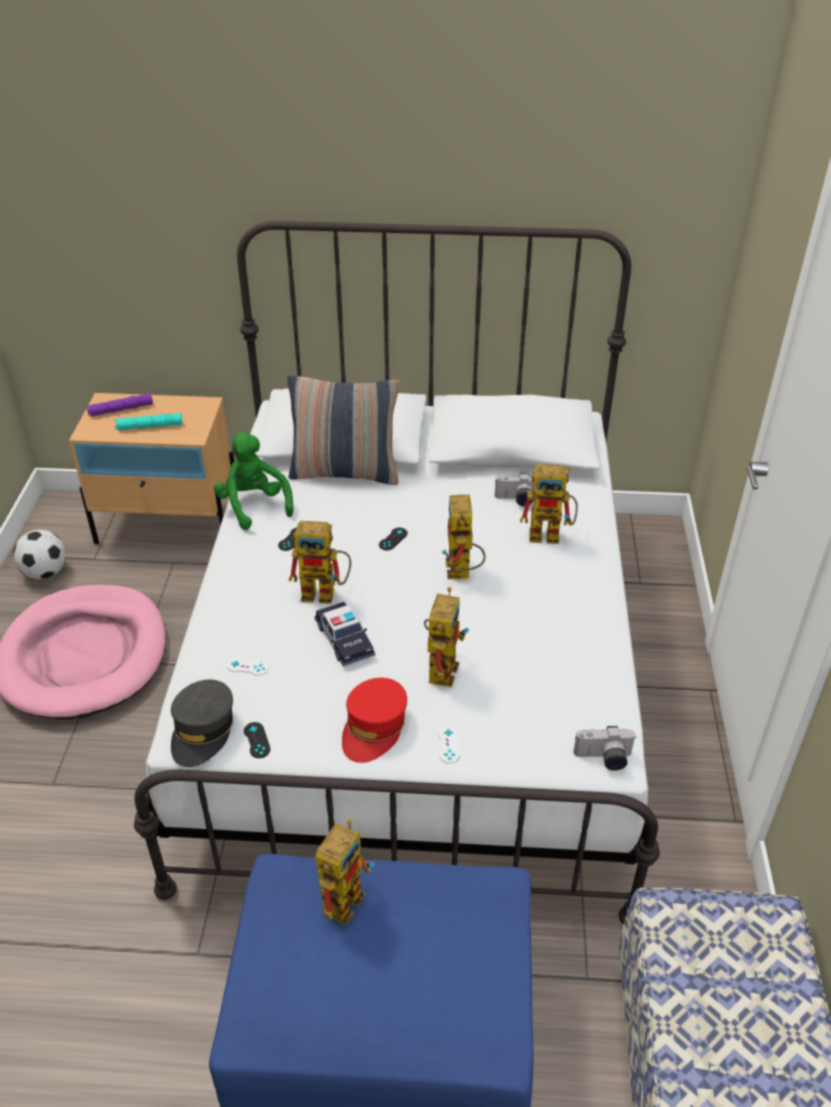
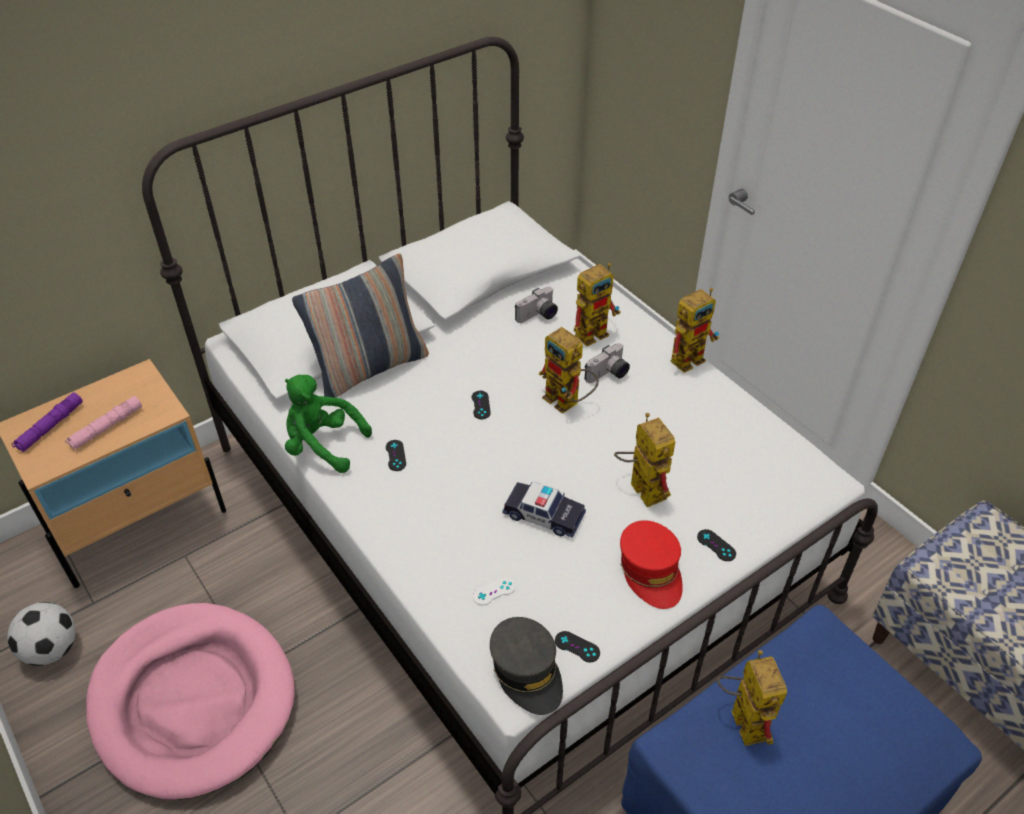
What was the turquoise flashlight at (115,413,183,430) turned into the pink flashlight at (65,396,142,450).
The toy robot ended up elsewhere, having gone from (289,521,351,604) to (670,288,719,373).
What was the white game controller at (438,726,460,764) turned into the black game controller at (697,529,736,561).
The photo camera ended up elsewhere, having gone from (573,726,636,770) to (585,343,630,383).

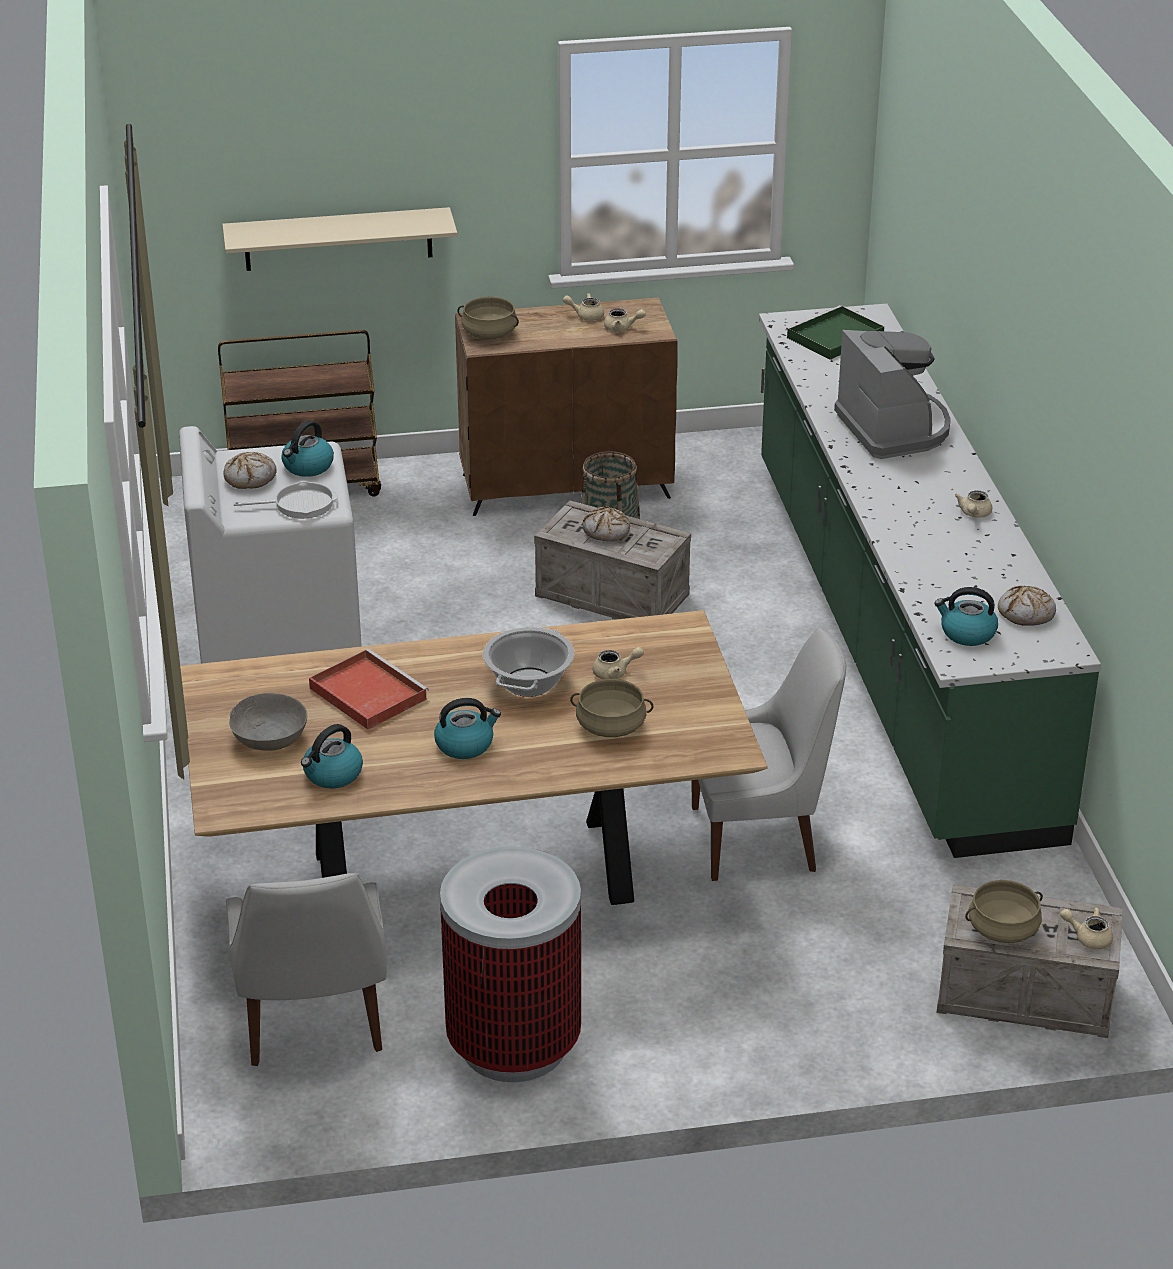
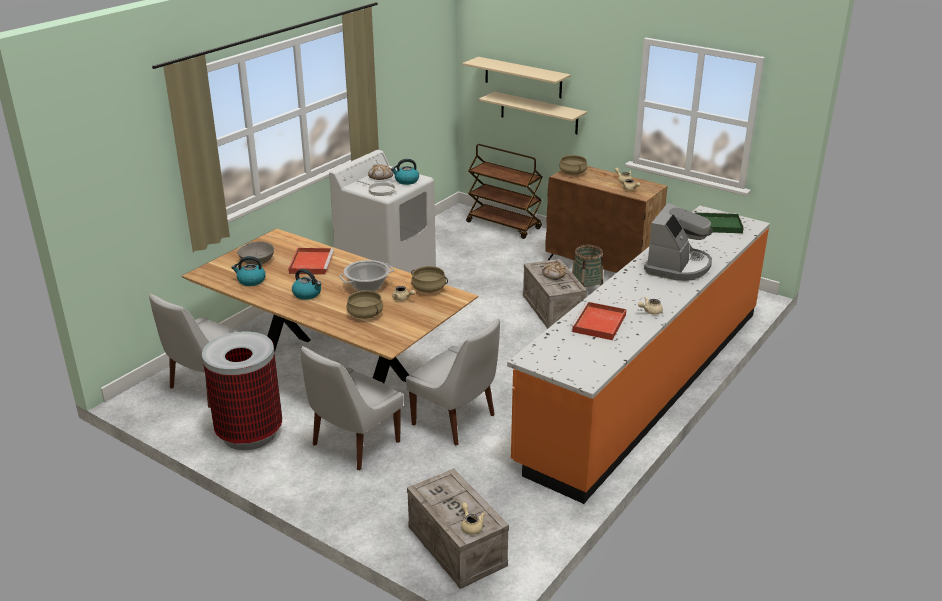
What was the green counter at (759,304,1101,858) turned into the orange counter at (507,206,770,504).
The second view lost the kettle at (934,587,998,646).
The beige cooking pot ended up elsewhere, having gone from (965,880,1043,943) to (411,266,448,293).
The second view lost the bread at (998,586,1056,626).
The second view gained the white chair at (301,346,404,470).
The second view gained the beige shelf at (462,57,571,98).
The second view gained the red tray at (571,302,626,340).

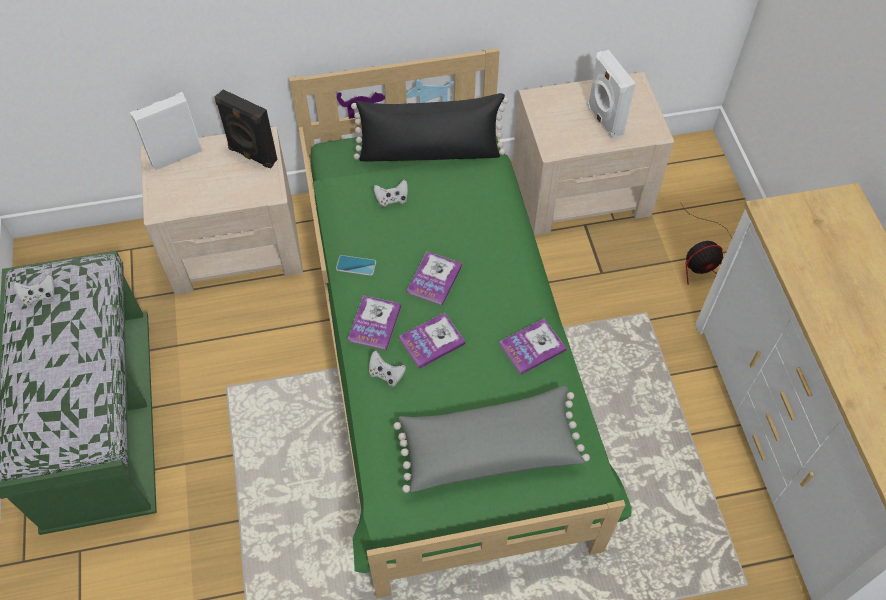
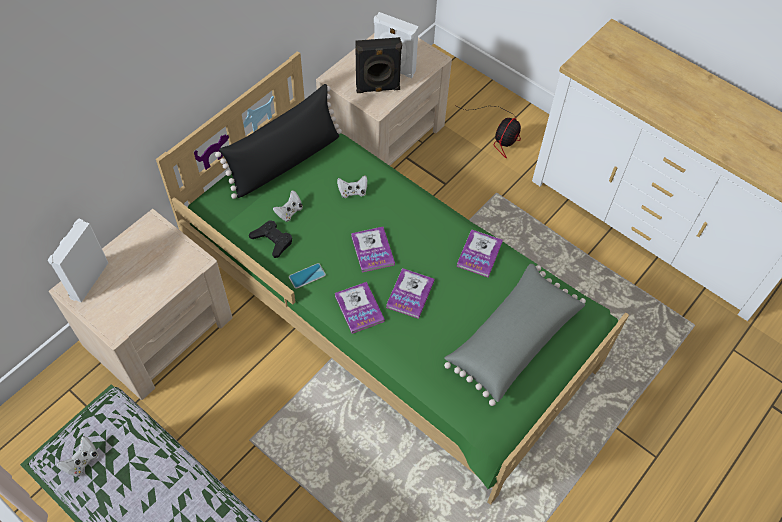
The black speaker ended up elsewhere, having gone from (215,90,278,168) to (355,37,402,93).
The white game controller ended up elsewhere, having gone from (369,350,406,387) to (337,176,367,198).
The second view gained the black game controller at (249,220,292,258).

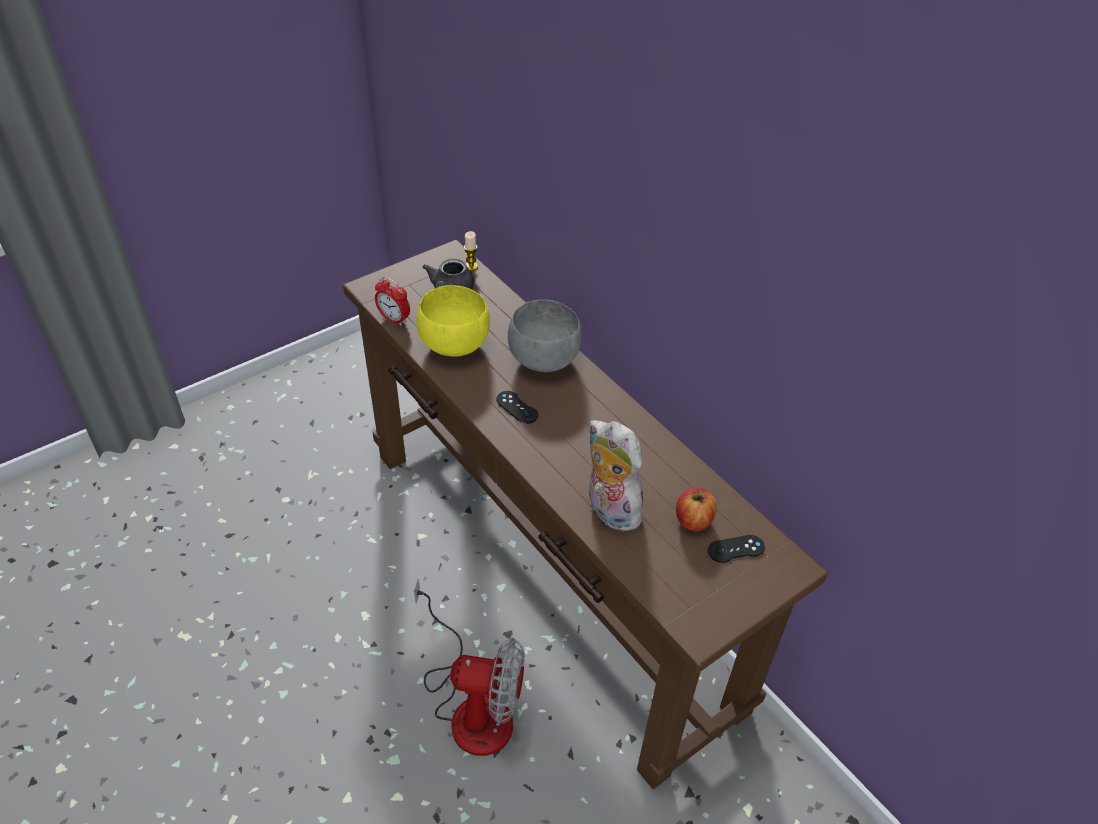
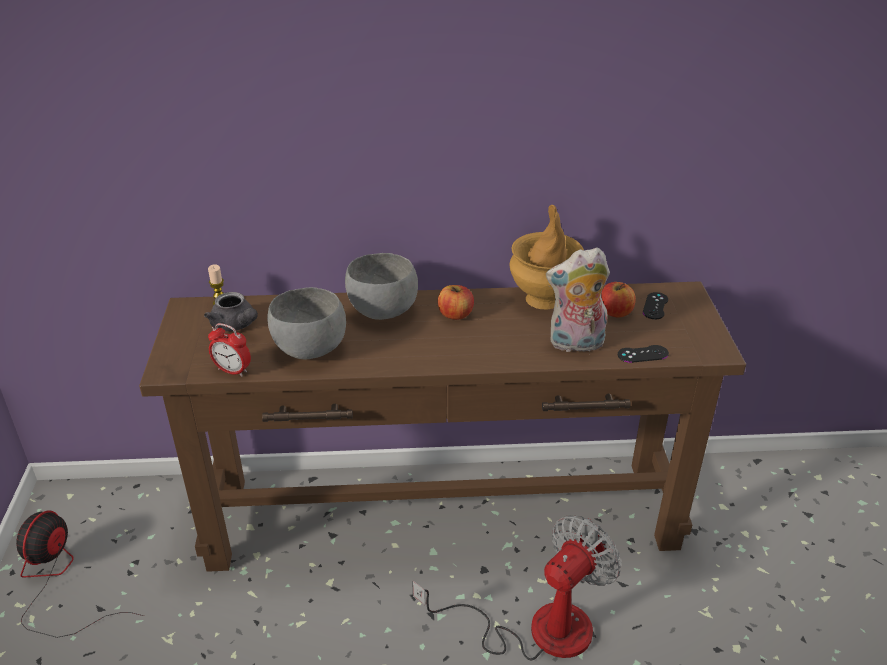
The alarm clock at (375,277,410,326) ended up facing another way, 45 degrees clockwise from before.
What was the yellow bowl at (416,285,490,357) turned into the grey bowl at (267,287,346,359).
The black game controller ended up elsewhere, having gone from (496,391,538,424) to (618,345,669,363).
The second view gained the fan at (16,510,144,638).
The second view gained the apple at (438,285,474,320).
The second view gained the brown vase at (509,205,584,310).

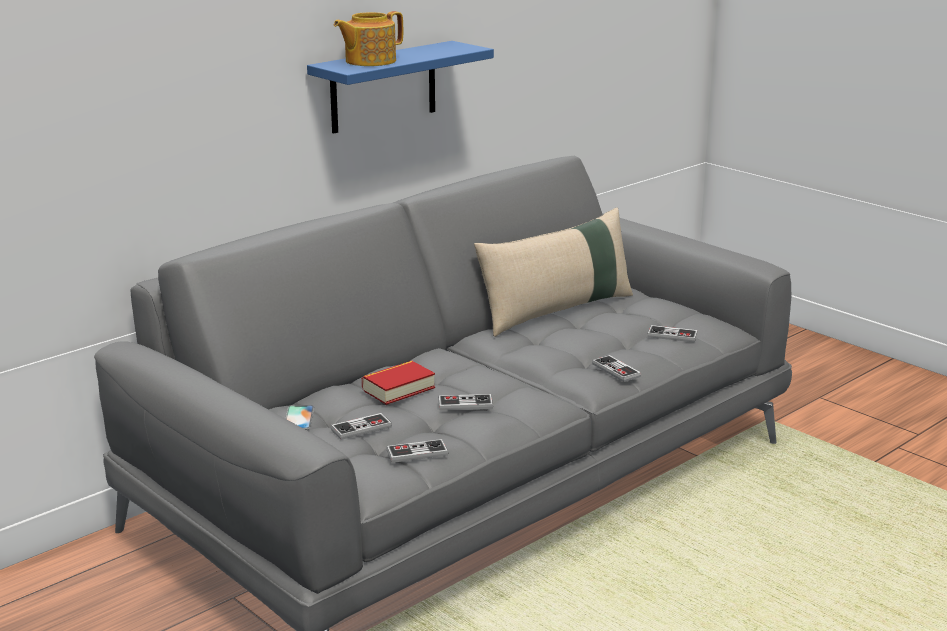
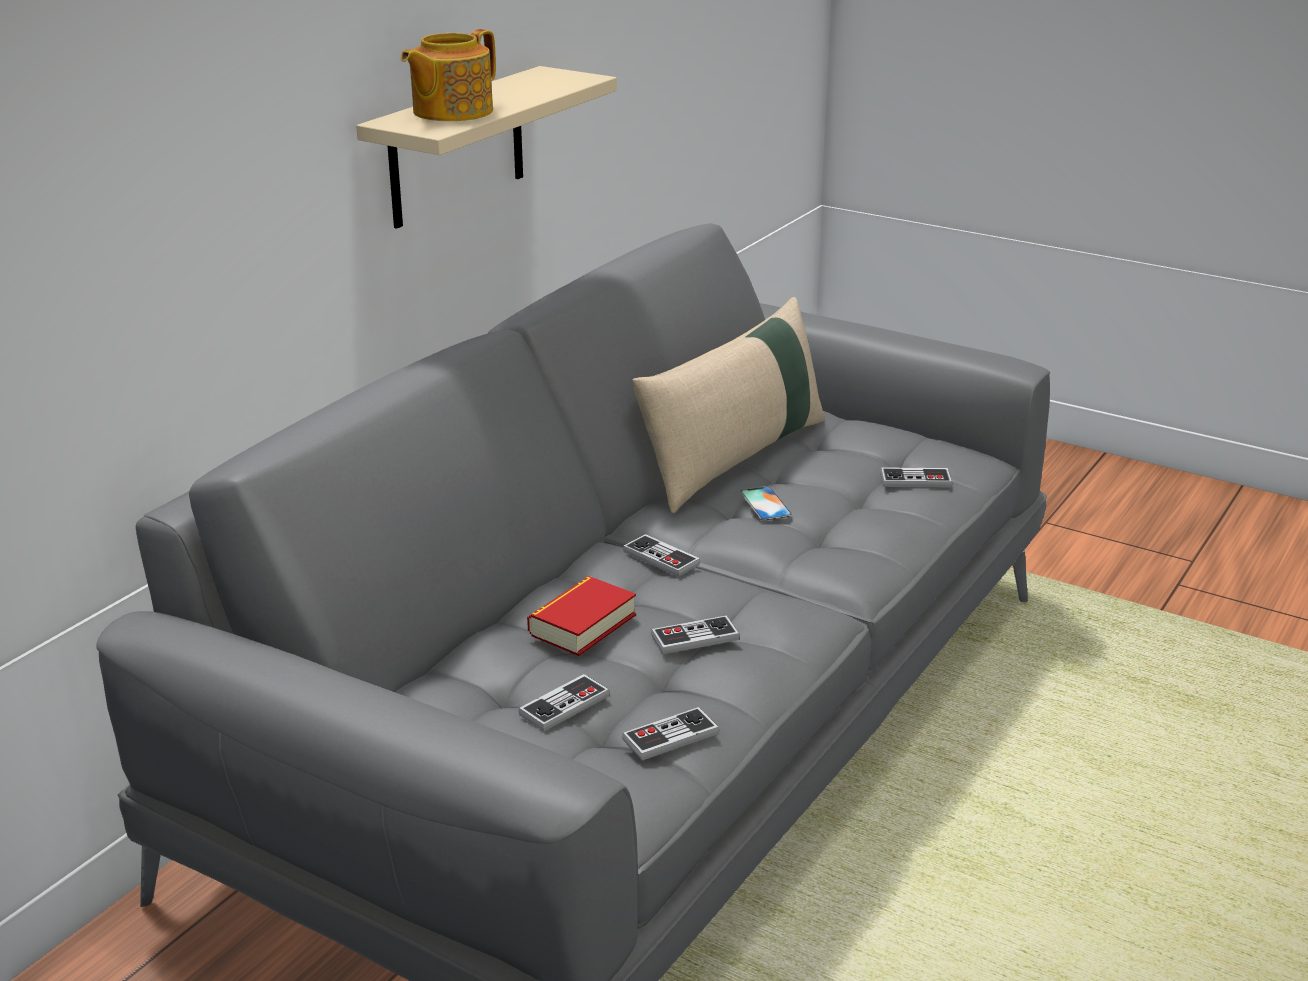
The phone ended up elsewhere, having gone from (285,405,314,430) to (740,486,792,520).
What was the blue shelf at (307,41,494,133) turned into the beige shelf at (356,66,617,229).
The game controller ended up elsewhere, having gone from (592,355,641,382) to (623,534,701,577).

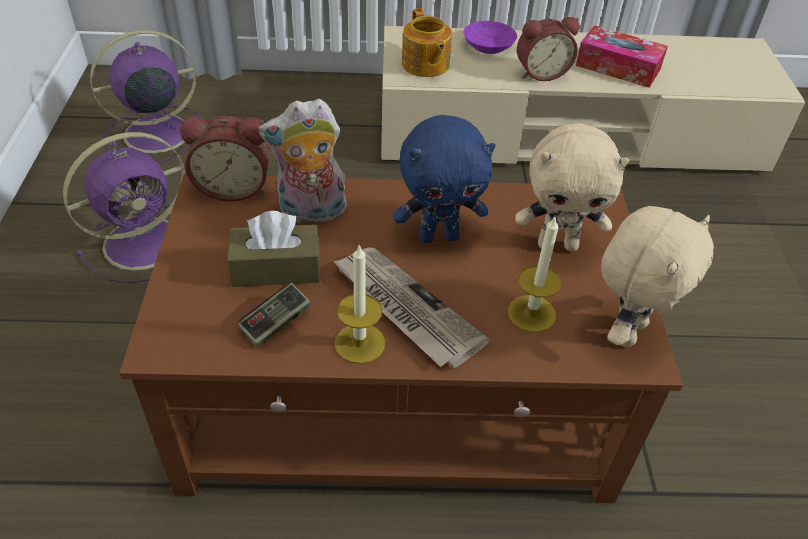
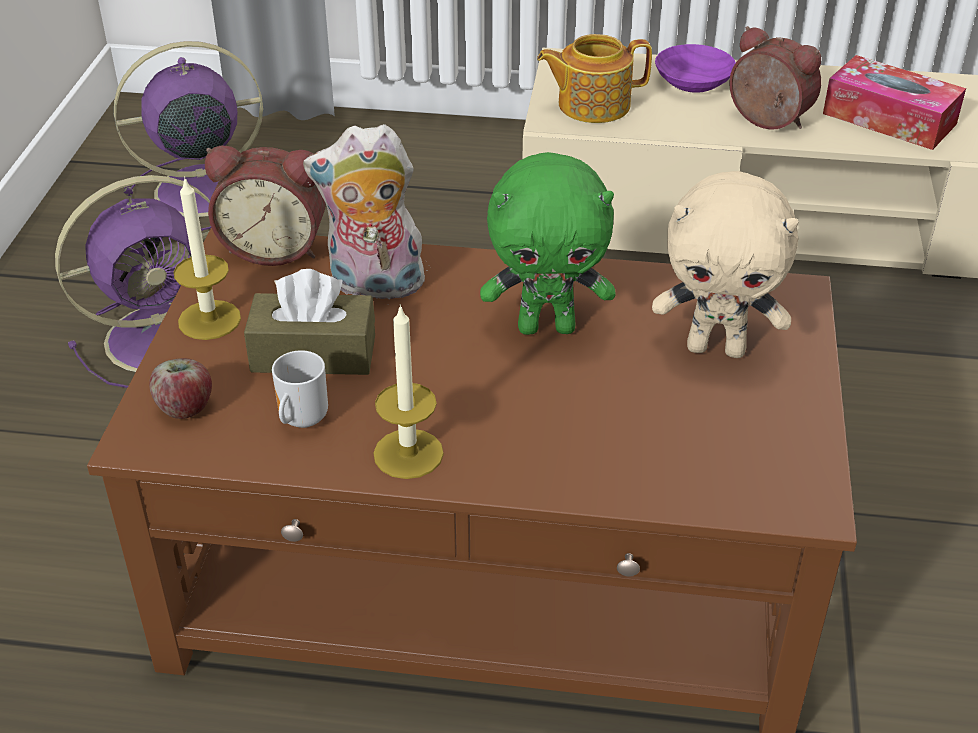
Where the game controller stood at (238,283,311,347), the mug came to stand at (272,350,328,428).
The second view lost the newspaper at (333,247,490,368).
What was the blue plush toy at (393,115,496,243) turned into the green plush toy at (480,152,616,335).
The teapot at (402,8,452,77) ended up facing another way, 90 degrees clockwise from before.
The candle ended up elsewhere, having gone from (508,215,561,332) to (174,176,241,340).
The alarm clock at (517,17,579,81) ended up facing another way, 135 degrees counterclockwise from before.
The second view lost the beige plush toy at (601,206,714,347).
The second view gained the apple at (149,358,212,419).

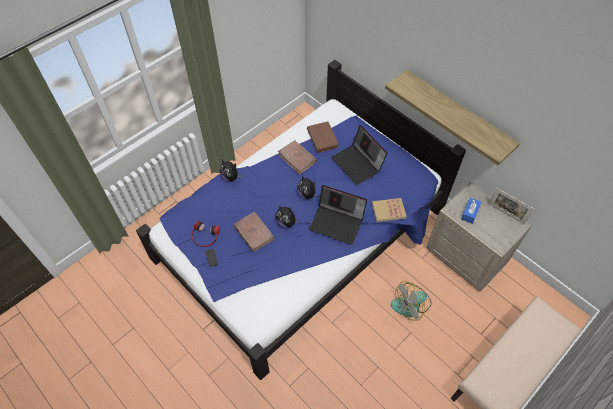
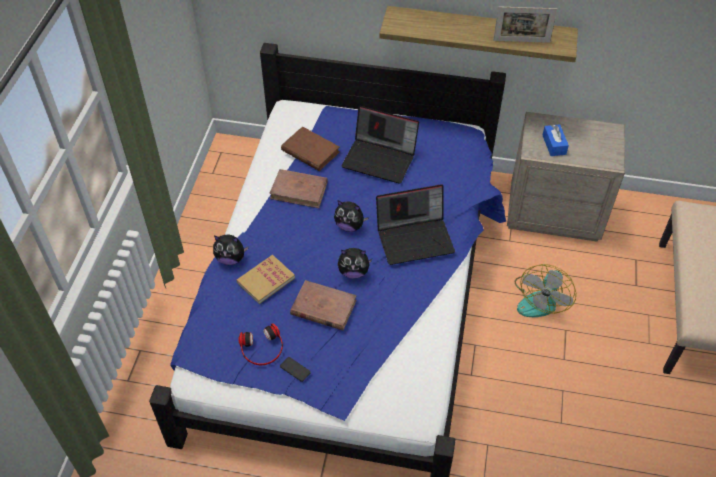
The book ended up elsewhere, having gone from (372,198,407,222) to (237,255,295,304).
The picture frame ended up elsewhere, having gone from (489,188,534,224) to (493,6,557,43).

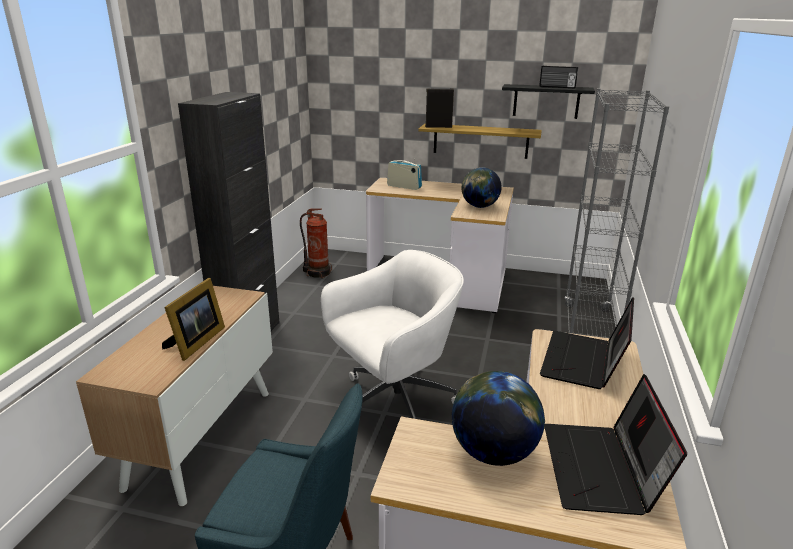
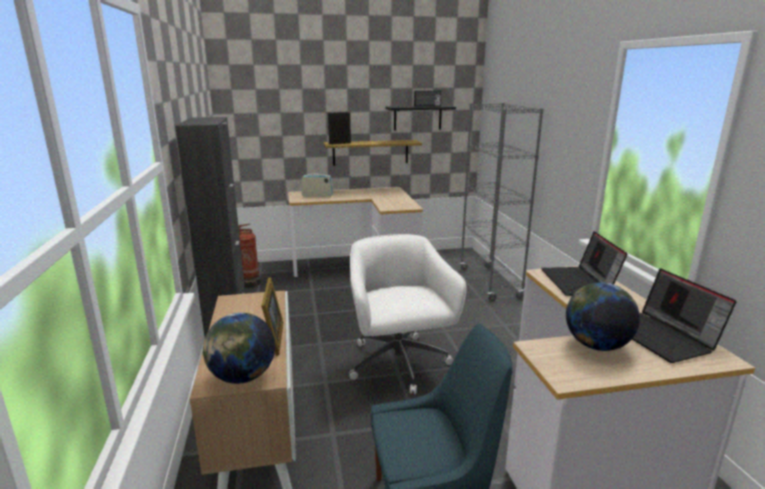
The white office chair at (321,250,464,419) ended up facing another way, 45 degrees counterclockwise from before.
The globe ended up elsewhere, having gone from (462,167,502,208) to (203,313,275,384).

